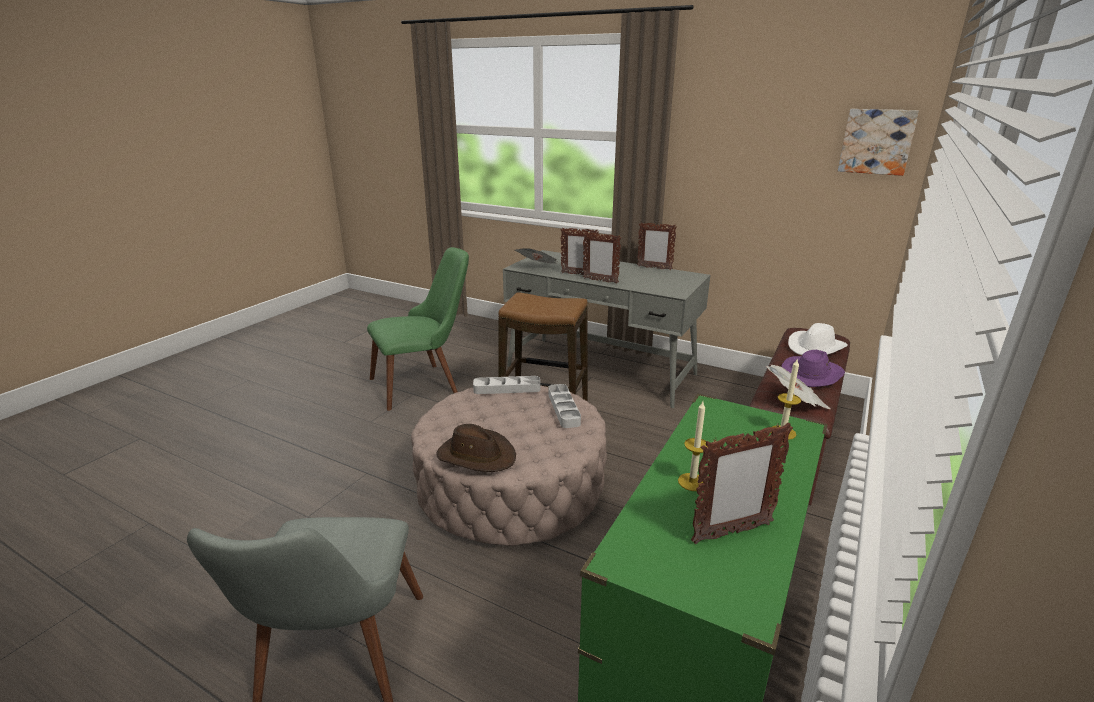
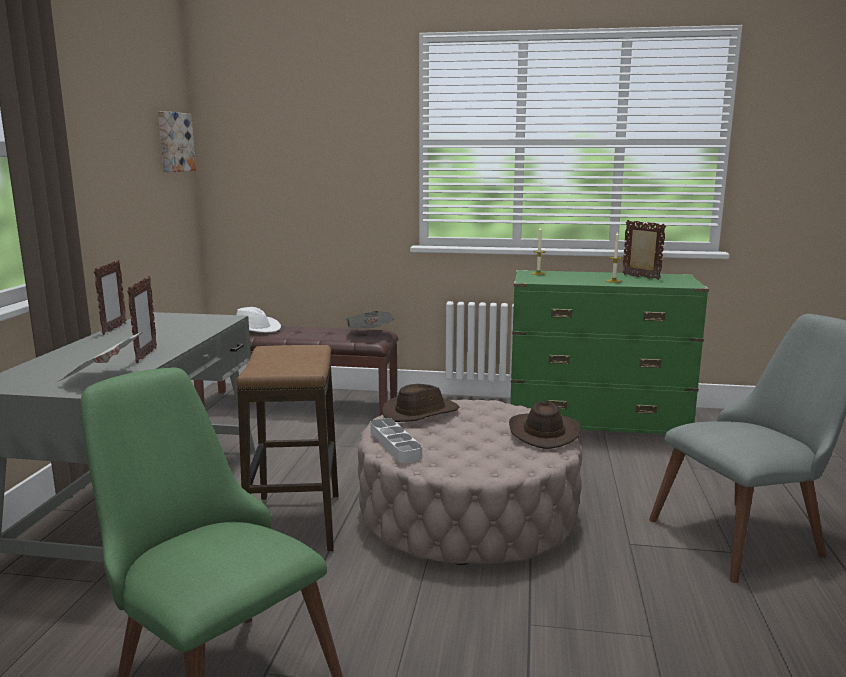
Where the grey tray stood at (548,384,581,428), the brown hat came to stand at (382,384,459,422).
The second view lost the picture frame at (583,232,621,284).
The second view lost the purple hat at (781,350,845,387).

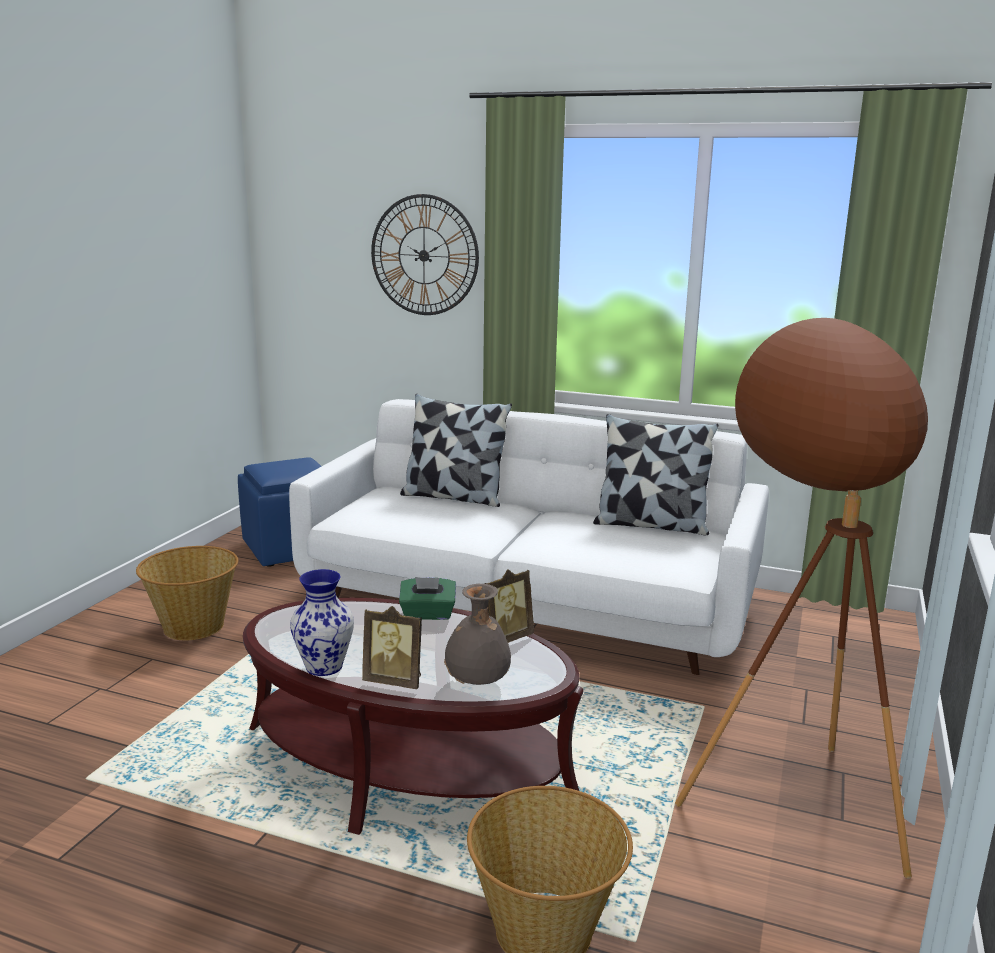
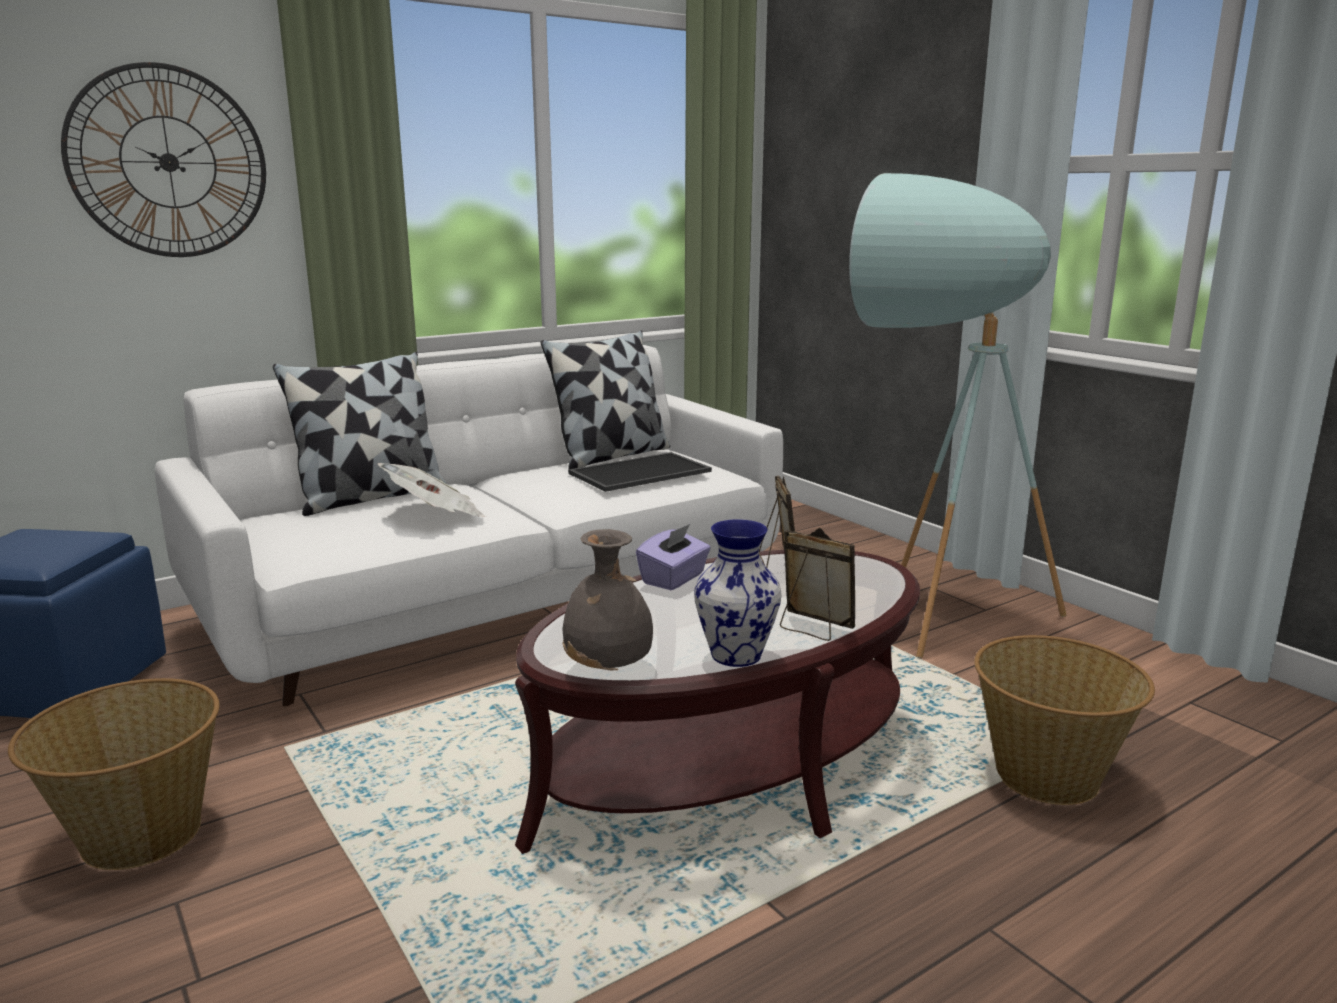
The picture frame at (362,606,422,689) ended up facing another way, 105 degrees counterclockwise from before.
What was the green tissue box at (399,577,456,620) turned into the purple tissue box at (636,524,711,590).
The grey vase ended up elsewhere, having gone from (444,584,511,685) to (562,529,653,670).
What was the brown floor lamp at (675,318,928,878) turned into the turquoise floor lamp at (849,173,1067,658).
The second view gained the newspaper at (377,463,486,517).
The second view gained the tray at (568,452,712,492).

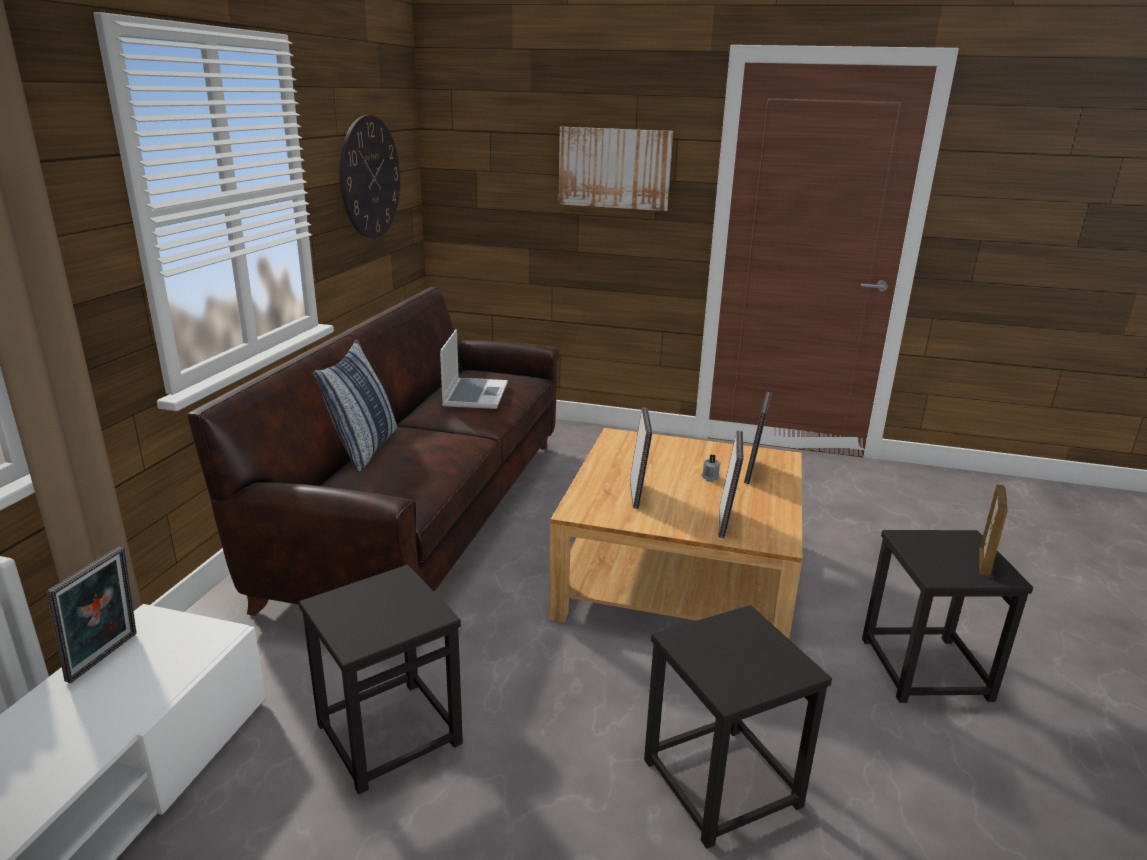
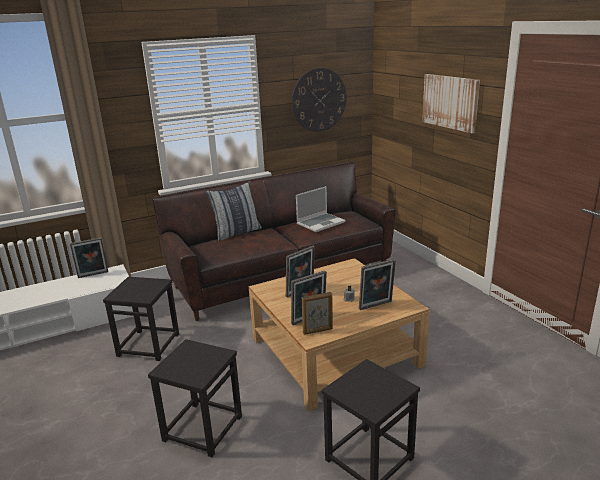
The picture frame ended up elsewhere, having gone from (980,484,1008,576) to (302,292,333,335).

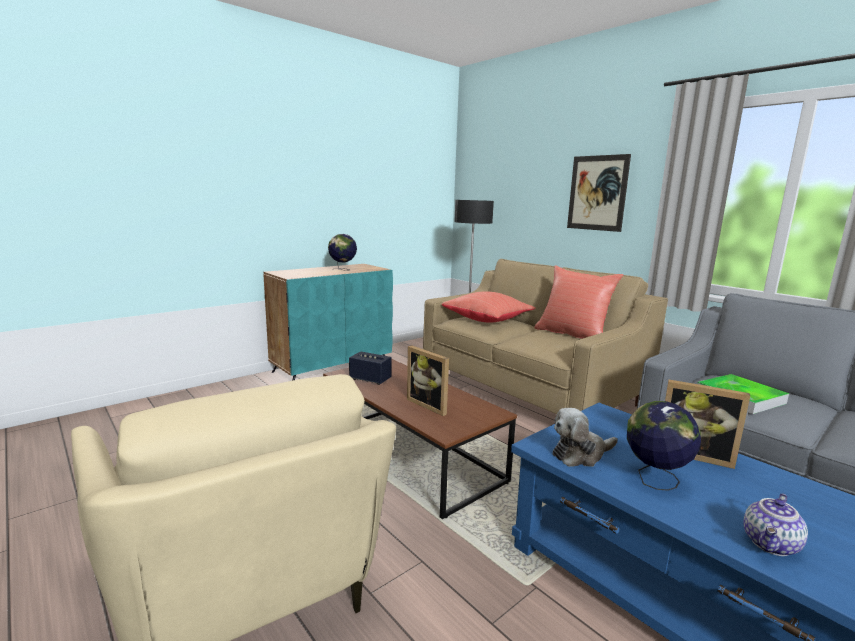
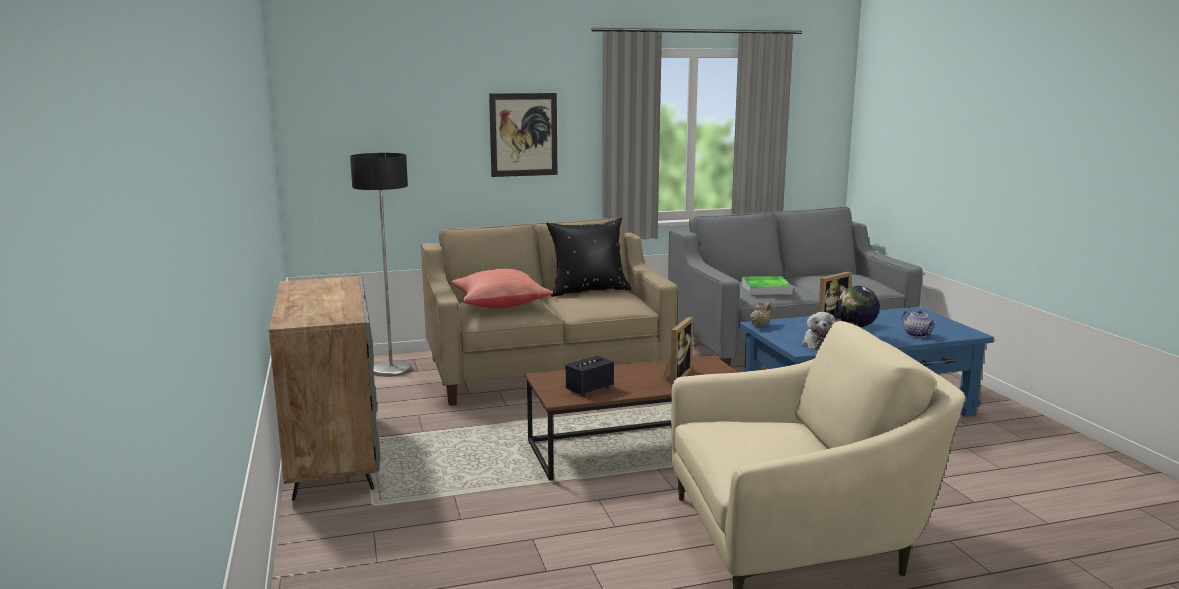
What was the turquoise cabinet at (263,264,393,381) turned into the grey cabinet at (269,276,380,501).
The second view lost the globe at (328,234,357,271).
The picture frame at (407,346,449,416) ended up facing another way, 45 degrees counterclockwise from before.
What was the red pillow at (534,265,623,338) turned into the black pillow at (546,218,631,297).
The second view gained the beige teapot at (750,302,772,328).

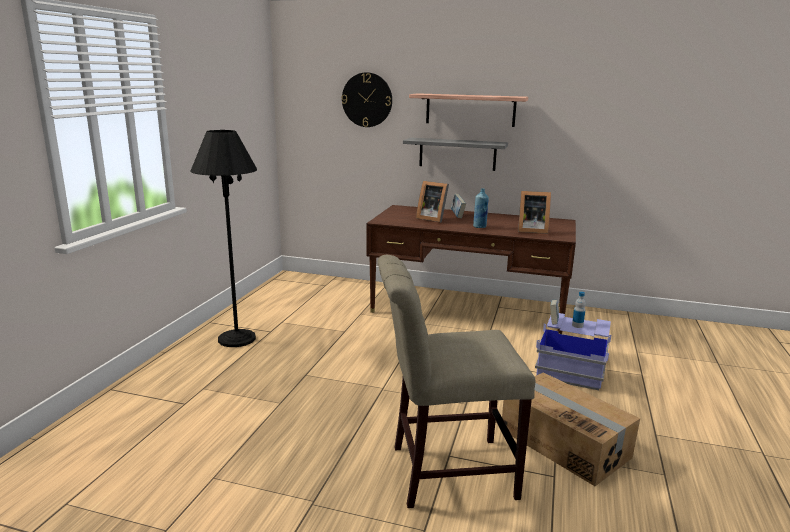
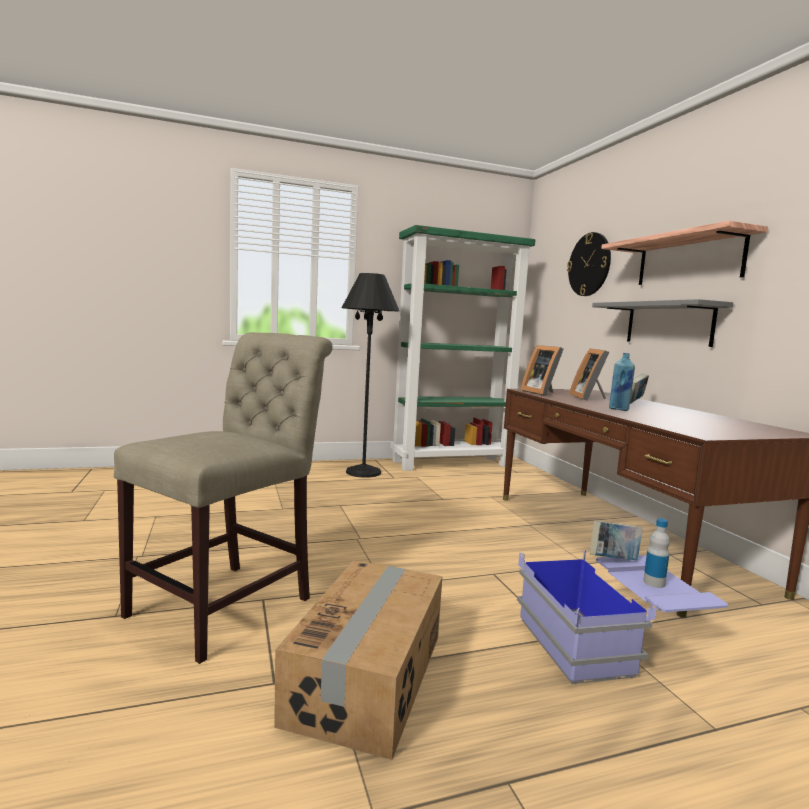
The beige chair at (378,255,536,508) ended up facing another way, 75 degrees clockwise from before.
The picture frame ended up elsewhere, having gone from (518,191,551,234) to (521,345,563,396).
The second view gained the green bookcase at (391,225,536,471).

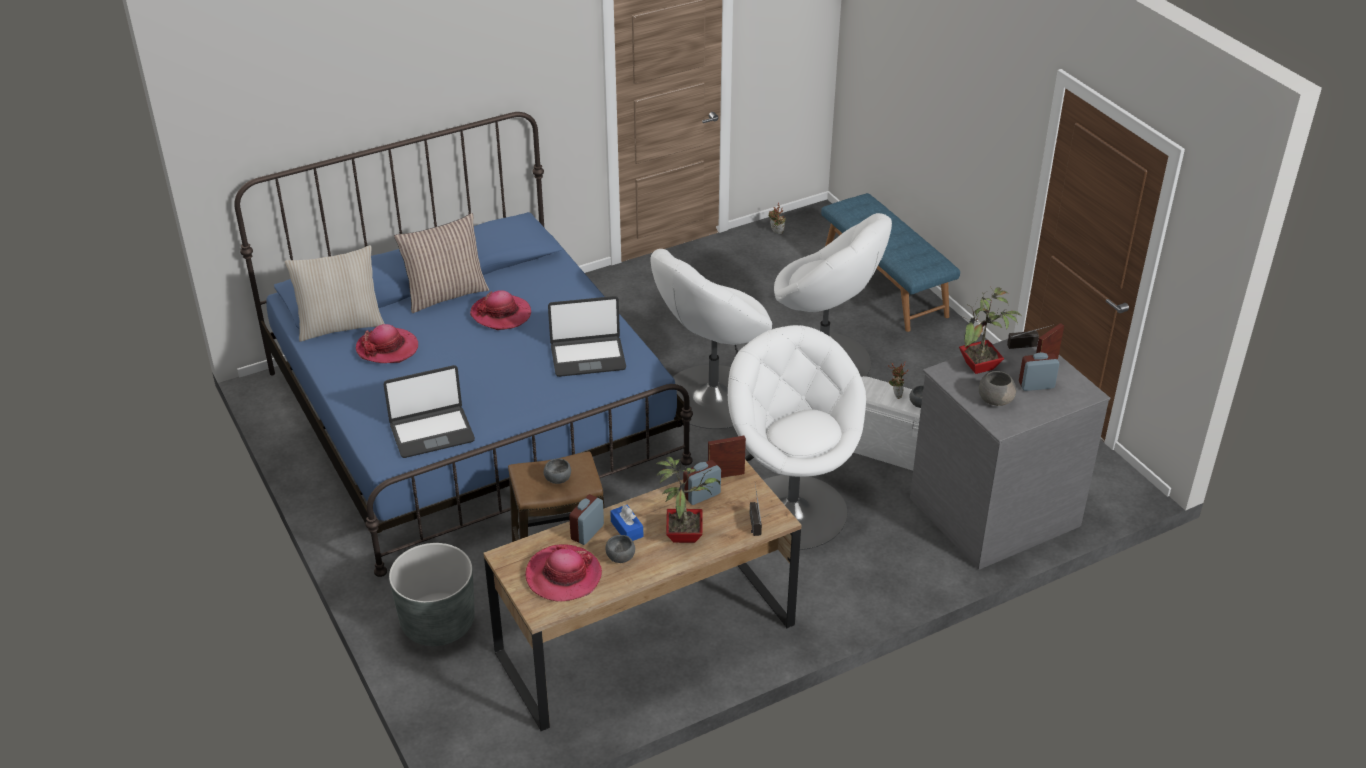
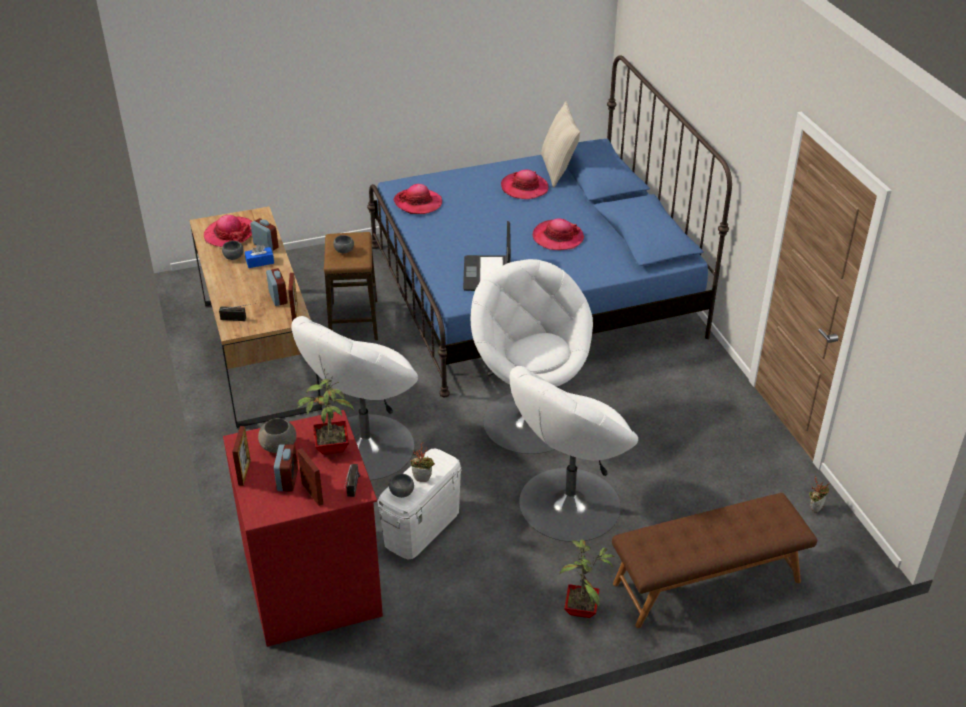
Where the laptop stood at (383,365,475,458), the hat came to stand at (393,184,442,214).
The second view lost the grey planter at (389,543,475,646).
The second view lost the pillow at (394,213,489,313).
The potted plant ended up elsewhere, having gone from (656,457,720,543) to (560,539,614,618).
The white armchair at (728,325,866,550) ended up facing another way, 150 degrees clockwise from before.
What was the blue bench at (821,193,960,332) turned into the brown bench at (612,493,817,628).
What was the grey dresser at (910,331,1110,569) turned into the red dresser at (223,410,383,647).
The second view gained the picture frame at (232,426,251,486).

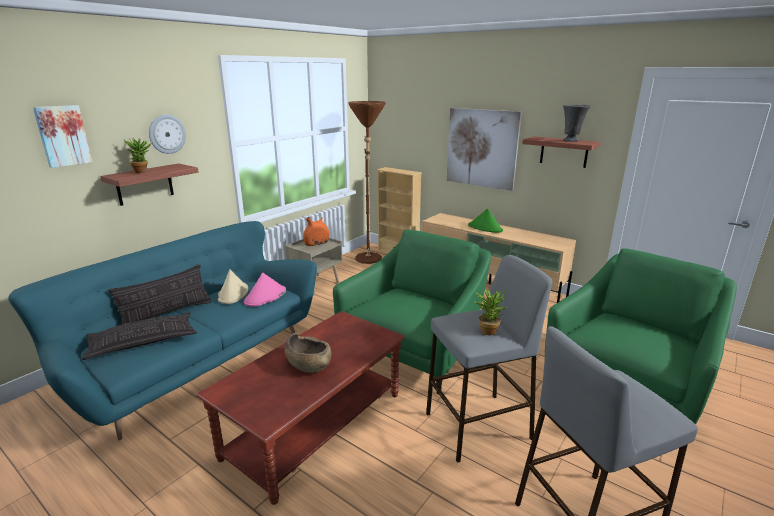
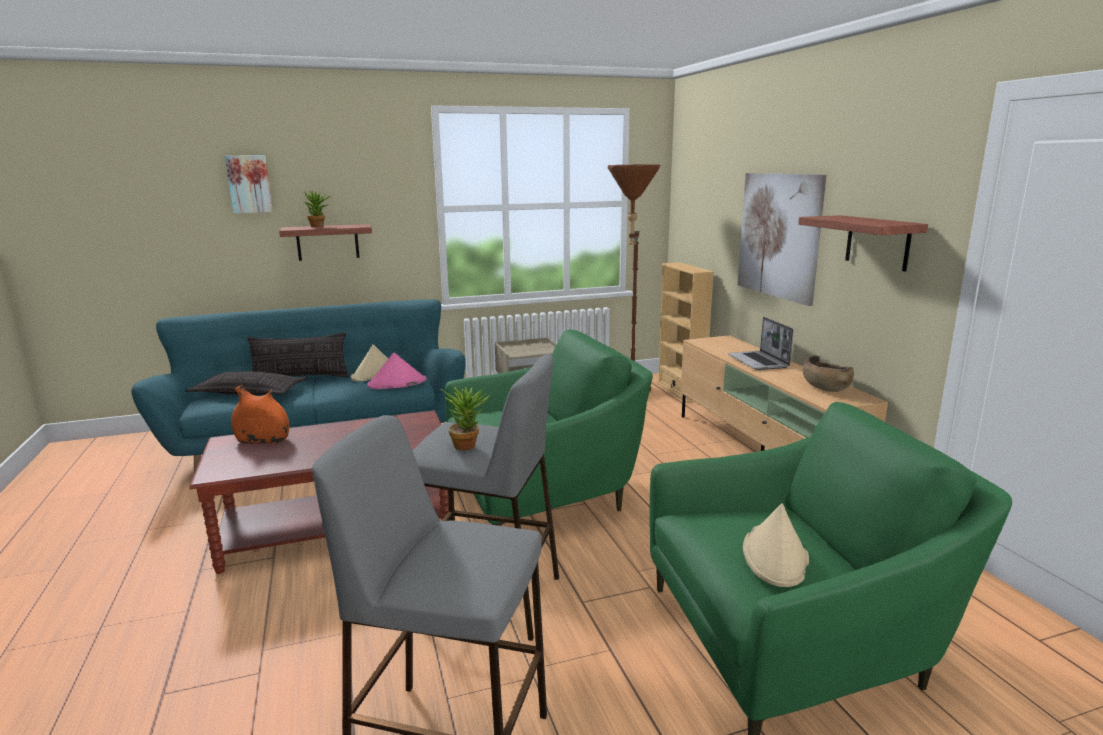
The second view lost the wall clock at (149,114,186,154).
The brown bowl ended up elsewhere, having gone from (285,333,331,373) to (803,355,854,392).
The orange vase ended up elsewhere, having gone from (303,217,329,246) to (231,385,289,444).
Where the green hat stood at (468,208,503,233), the laptop came to stand at (728,317,793,370).
The second view lost the grey vase at (563,105,590,142).
The second view gained the beige hat at (743,503,809,587).

